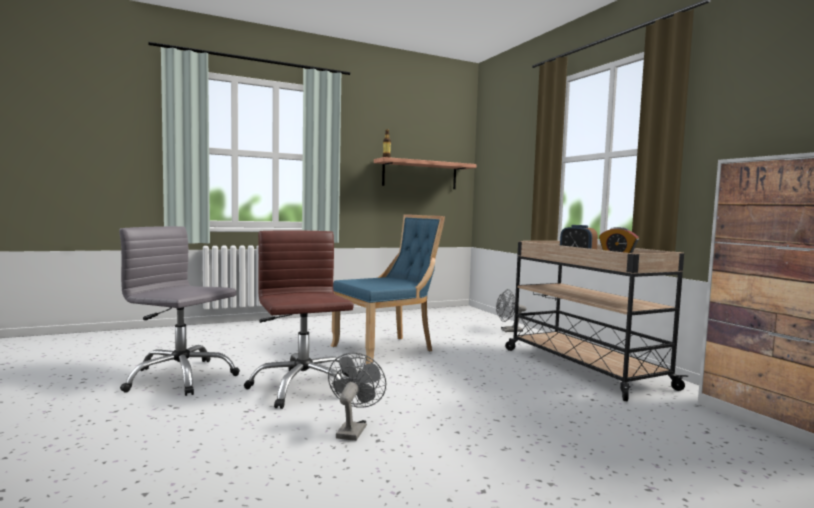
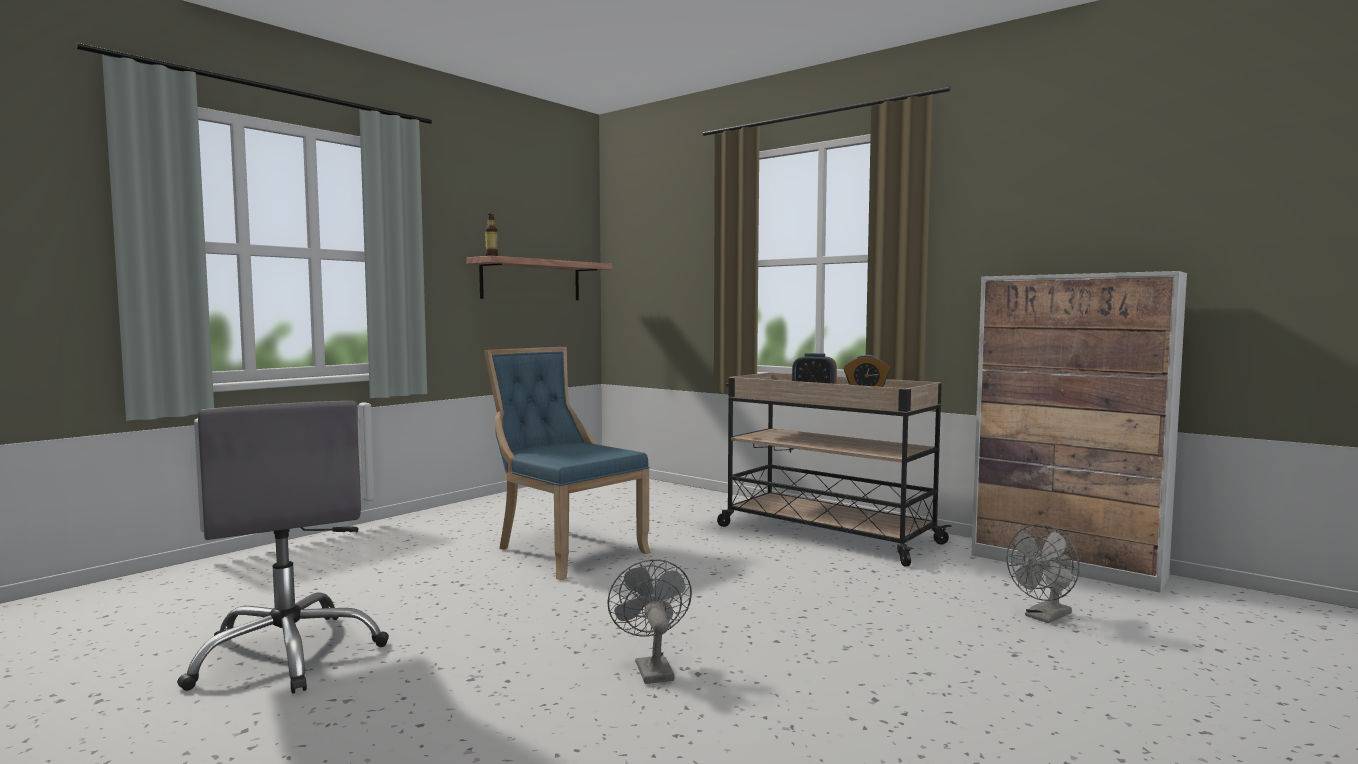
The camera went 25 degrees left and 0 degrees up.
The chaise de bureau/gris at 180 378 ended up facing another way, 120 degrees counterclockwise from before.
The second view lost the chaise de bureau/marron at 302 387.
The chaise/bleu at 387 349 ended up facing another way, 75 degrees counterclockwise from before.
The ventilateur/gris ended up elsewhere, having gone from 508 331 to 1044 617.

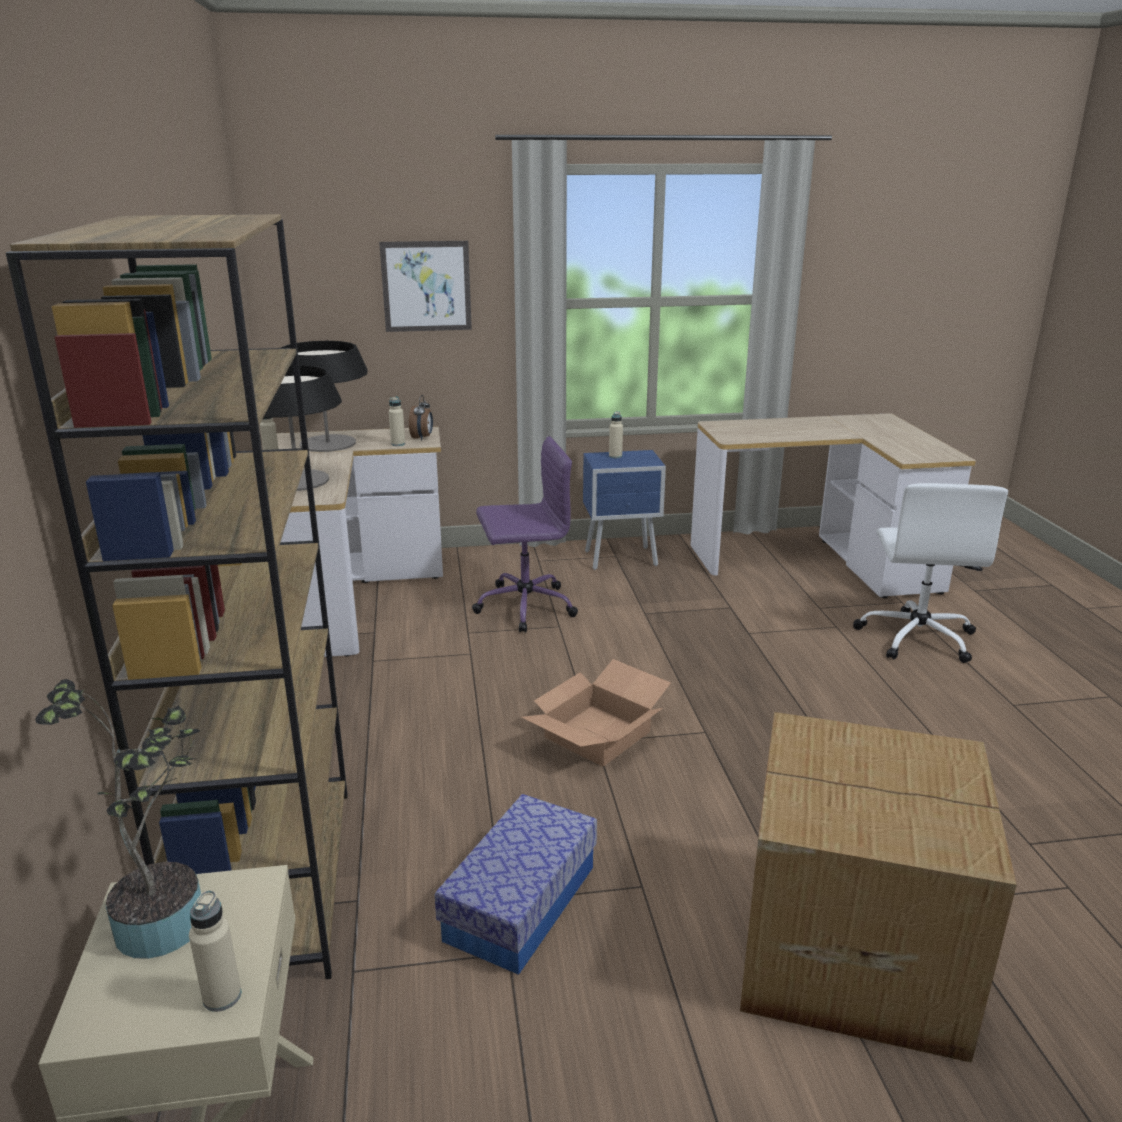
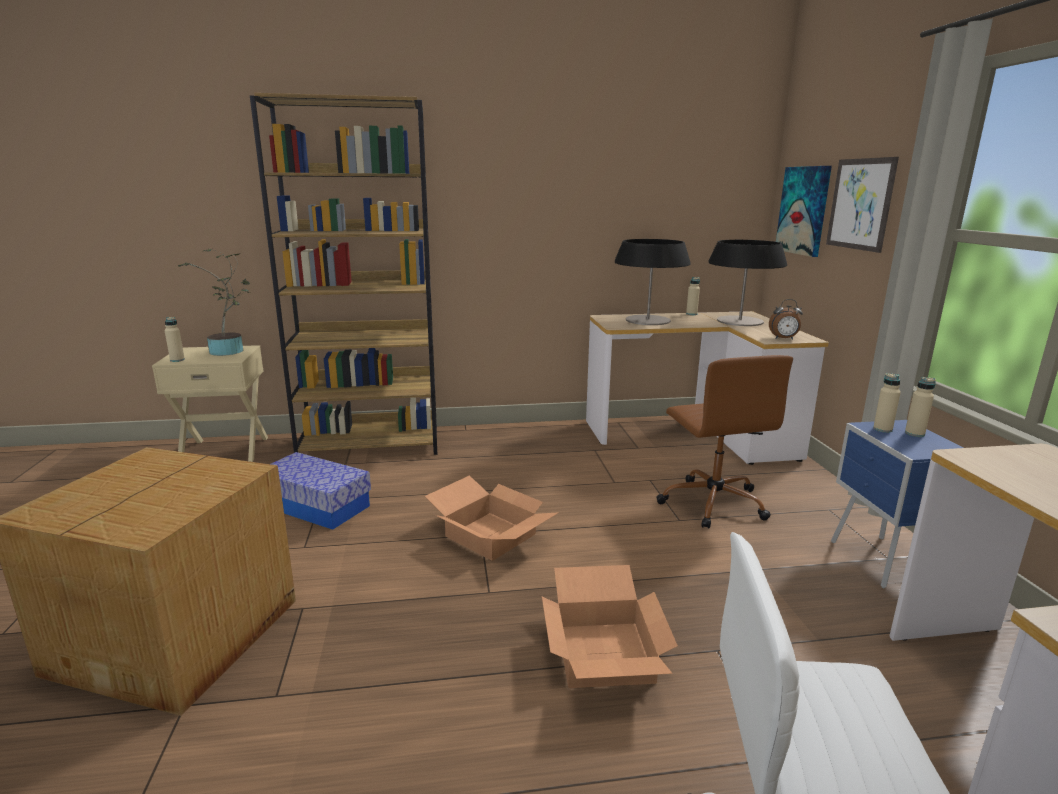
The camera went 90 degrees right and 5 degrees down.
The bouteille/beige ended up elsewhere, having gone from 398 444 to 882 429.
What was the chaise de bureau/violet at 523 606 turned into the chaise de bureau/marron at 712 502.
The second view gained the carton at 606 654.
The second view gained the tableau at 803 210.

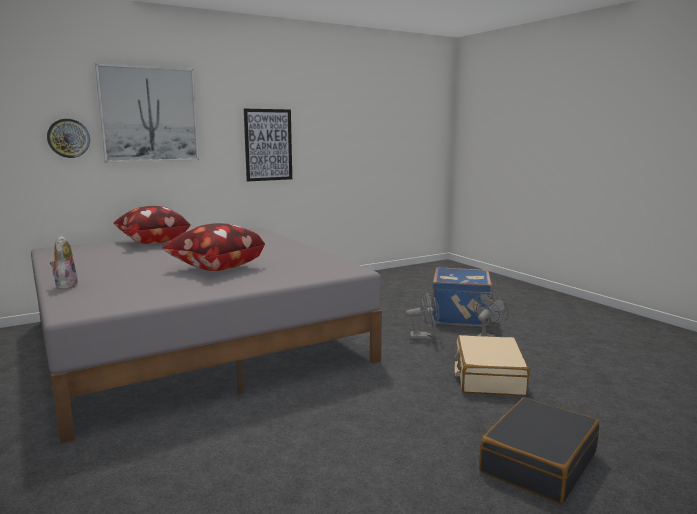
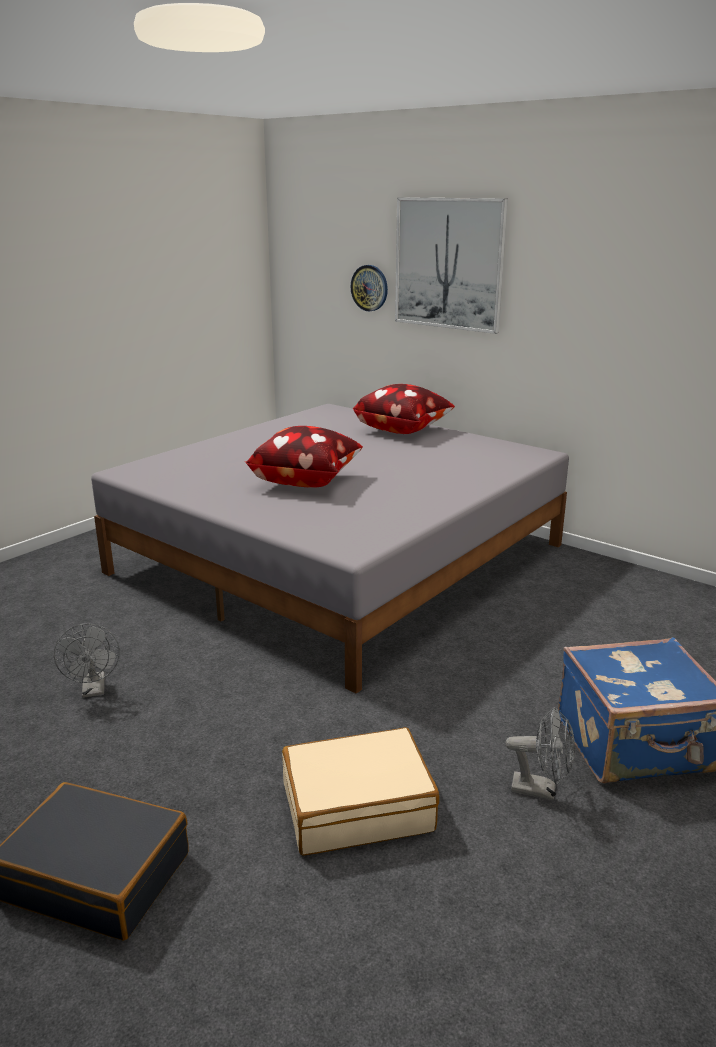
The camera went 70 degrees right and 10 degrees up.
The second view lost the peluche at 65 285.
The second view lost the tableau at 268 145.
The ventilateur/gris ended up elsewhere, having gone from 424 337 to 94 690.

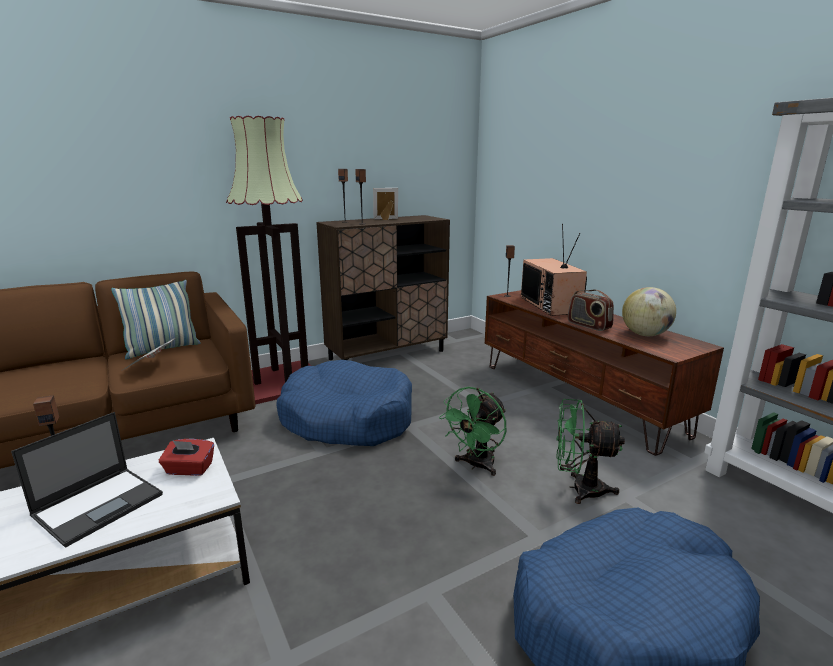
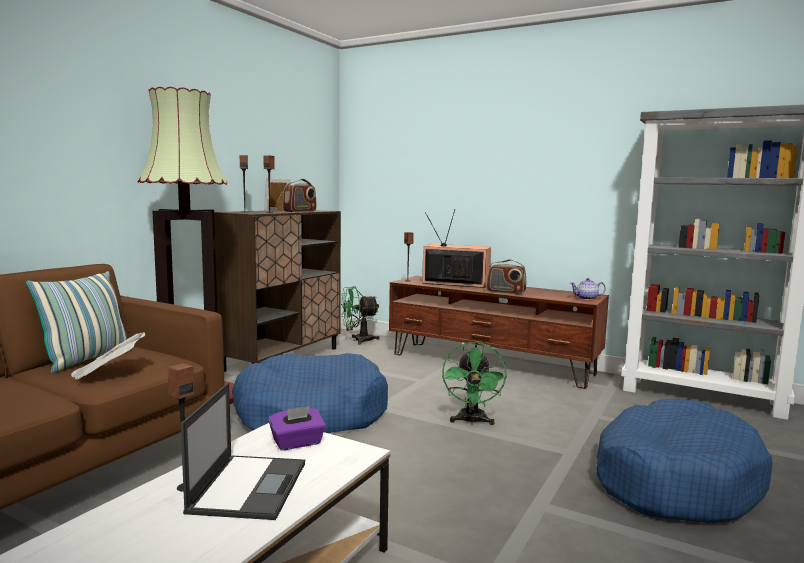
The camera went 30 degrees left and 10 degrees down.
What was the boîte à mouchoirs/rouge at 189 469 turned into the boîte à mouchoirs/violet at 297 443.
The téléviseur at 551 305 ended up facing another way, 150 degrees clockwise from before.
The ventilateur/vert ended up elsewhere, having gone from 579 489 to 358 340.
The second view lost the globe at 645 335.
The second view gained the radio at 300 211.
The second view gained the théière at 586 298.

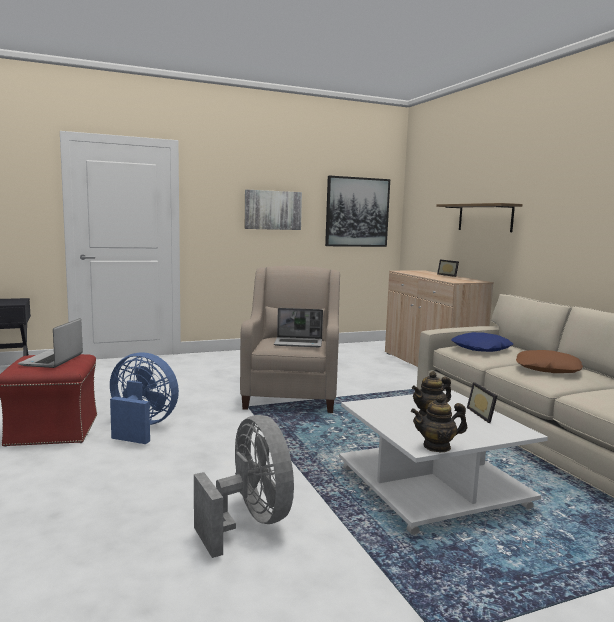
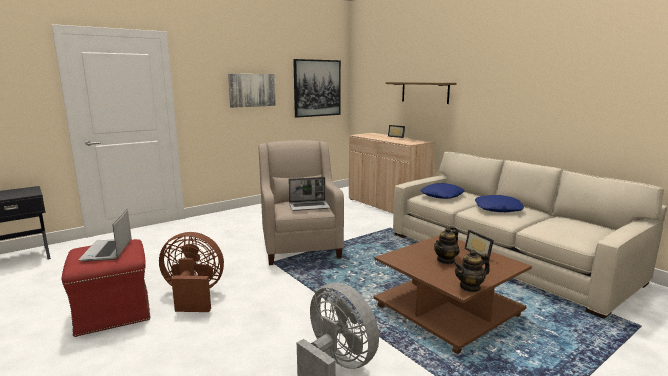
The camera went 15 degrees left and 5 degrees up.
What was the ventilateur/bleu at 141 427 turned into the ventilateur/marron at 193 296.
What was the table basse/blanc at 434 488 turned into the table basse/marron at 449 311.
What was the coussin/marron at 547 369 turned into the coussin/bleu at 498 209.

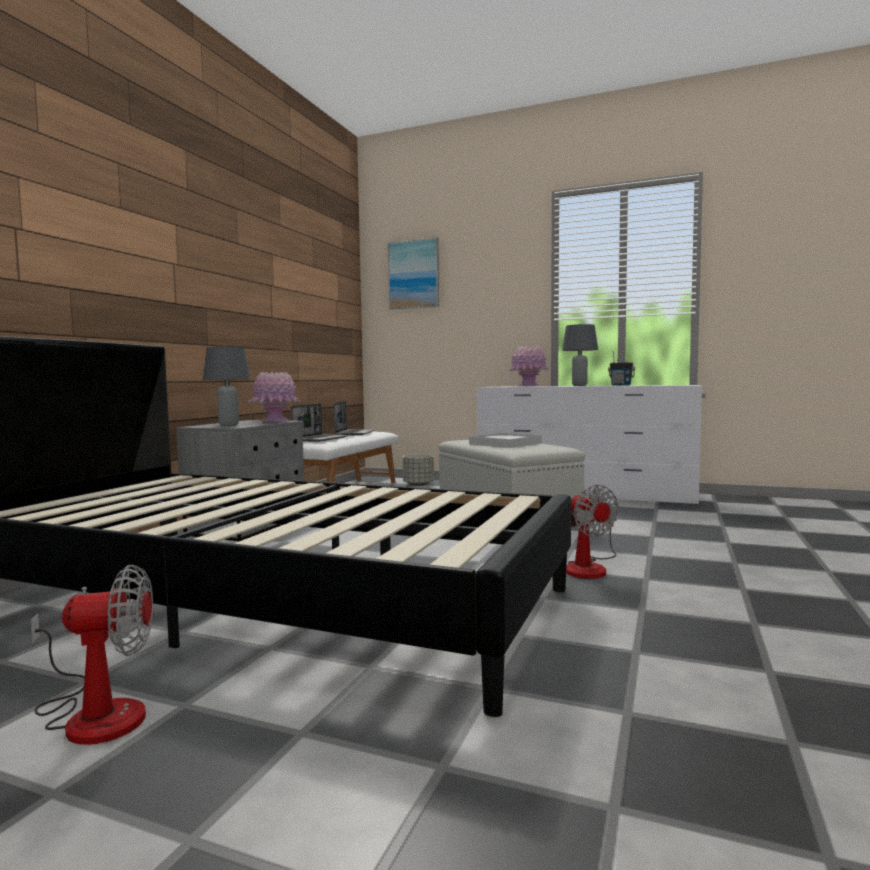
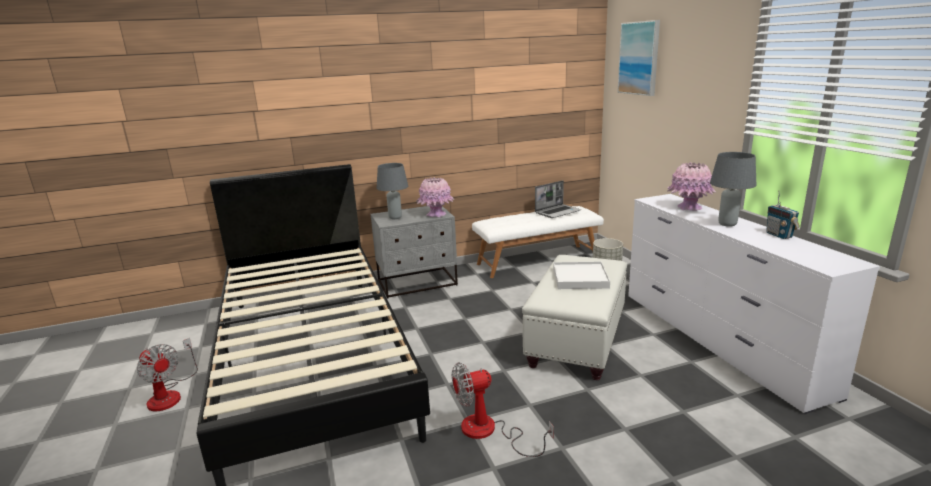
The camera went 50 degrees right and 15 degrees up.
The second view lost the ordinateur portable at 320 439.
The ventilateur at 589 567 ended up facing another way, 45 degrees clockwise from before.

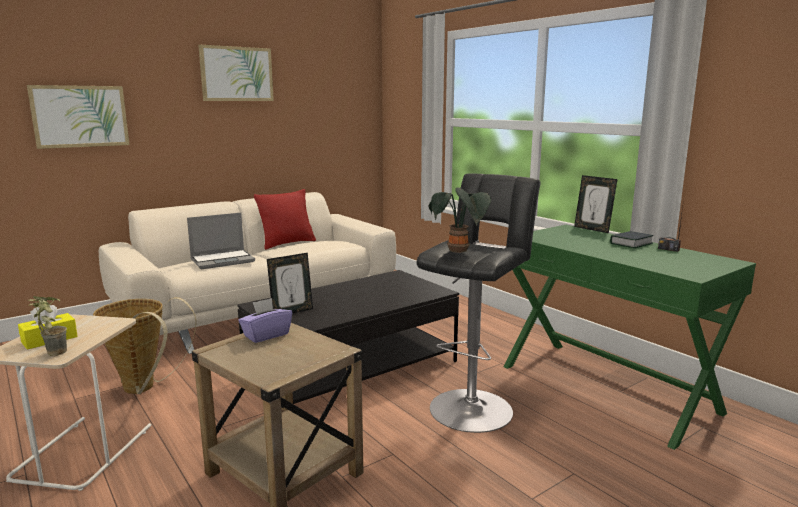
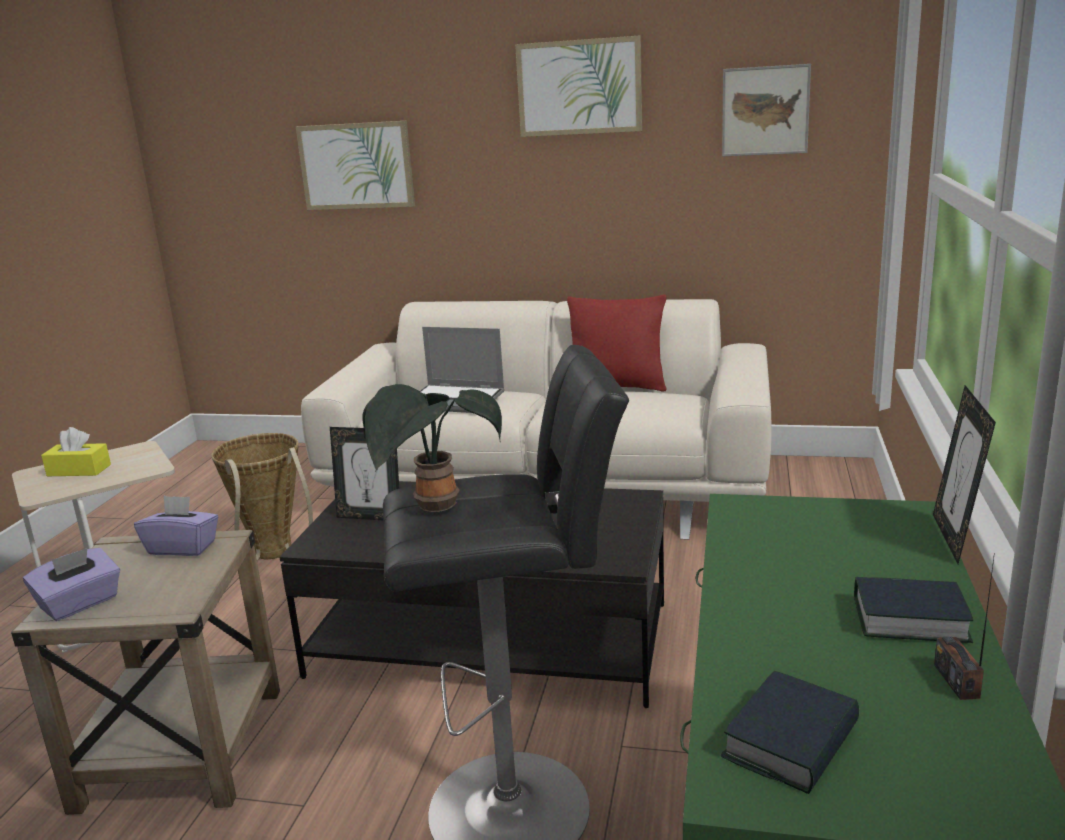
The camera went 50 degrees right and 5 degrees up.
The second view lost the plante en pot at 51 353.
The second view gained the boîte à mouchoirs/violet at 80 604.
The second view gained the livre at 791 742.
The second view gained the tableau at 765 111.

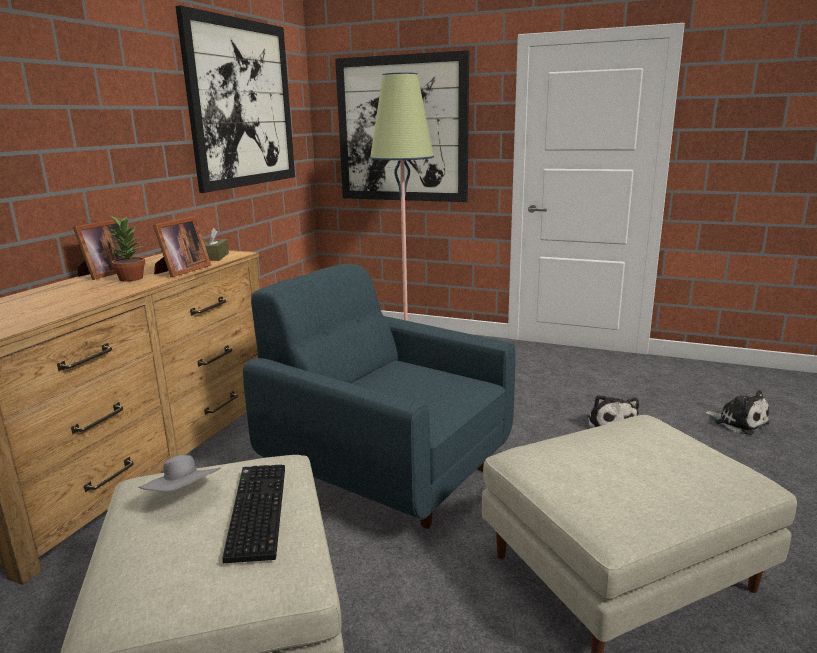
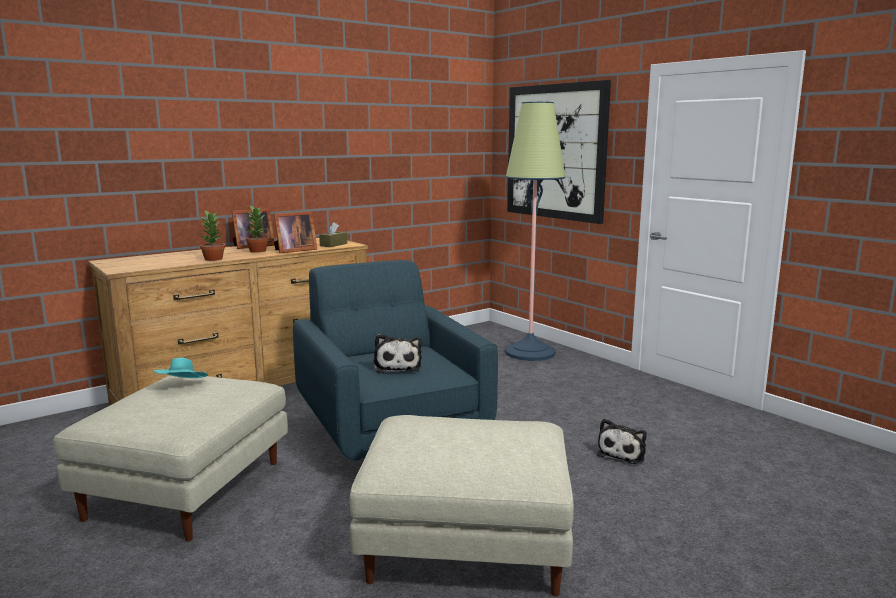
The camera went 30 degrees right and 5 degrees down.
What was the chapeau/gris at 184 497 turned into the chapeau/turquoise at 182 386.
The second view lost the tableau at 241 104.
The second view lost the clavier at 255 510.
The peluche ended up elsewhere, having gone from 738 422 to 397 366.
The second view gained the plante en pot at 214 259.

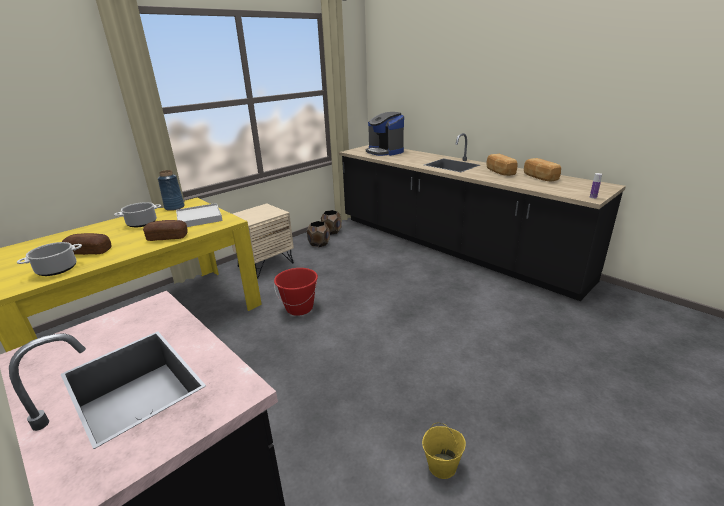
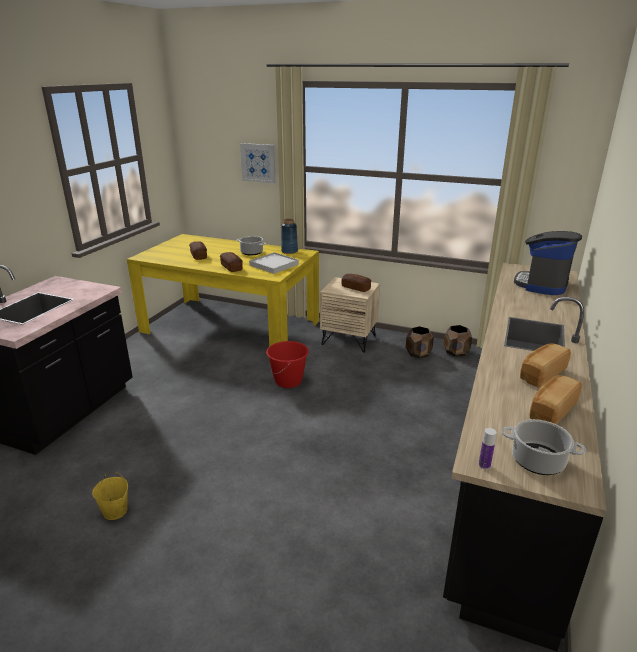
The camera went 65 degrees right and 0 degrees up.
The marmite ended up elsewhere, having gone from 57 269 to 538 461.
The second view gained the tableau at 258 163.
The second view gained the pain at 356 288.

